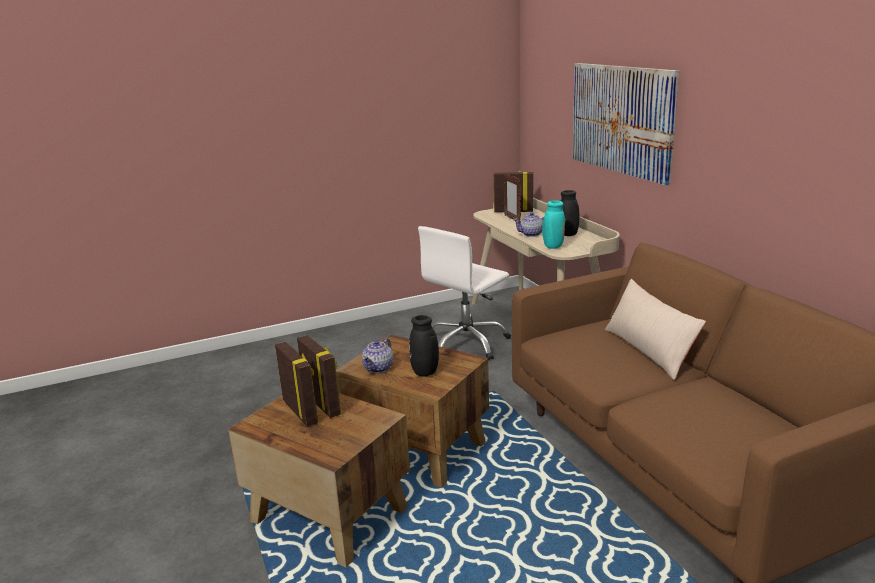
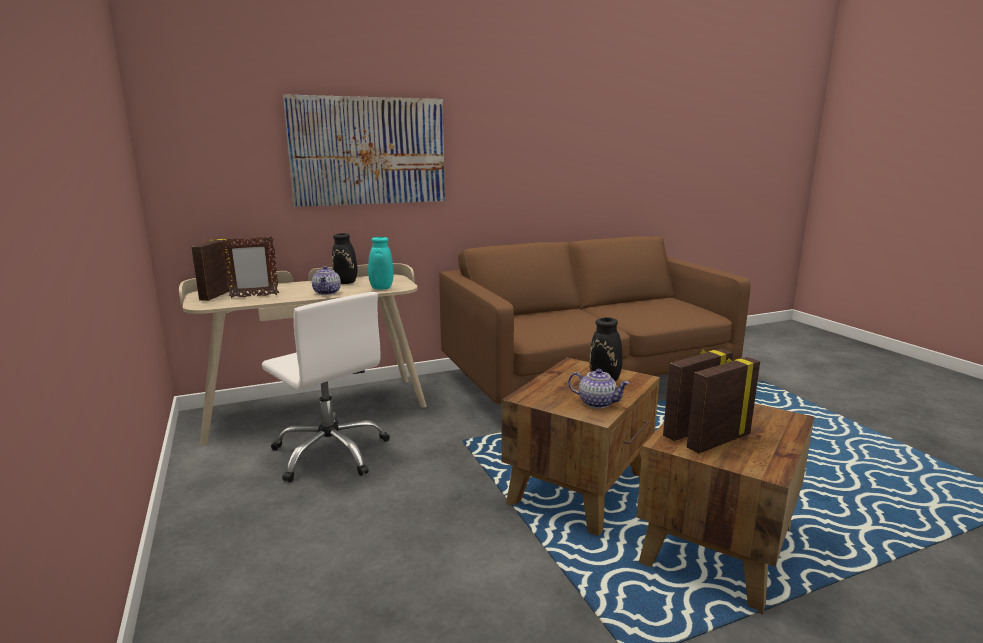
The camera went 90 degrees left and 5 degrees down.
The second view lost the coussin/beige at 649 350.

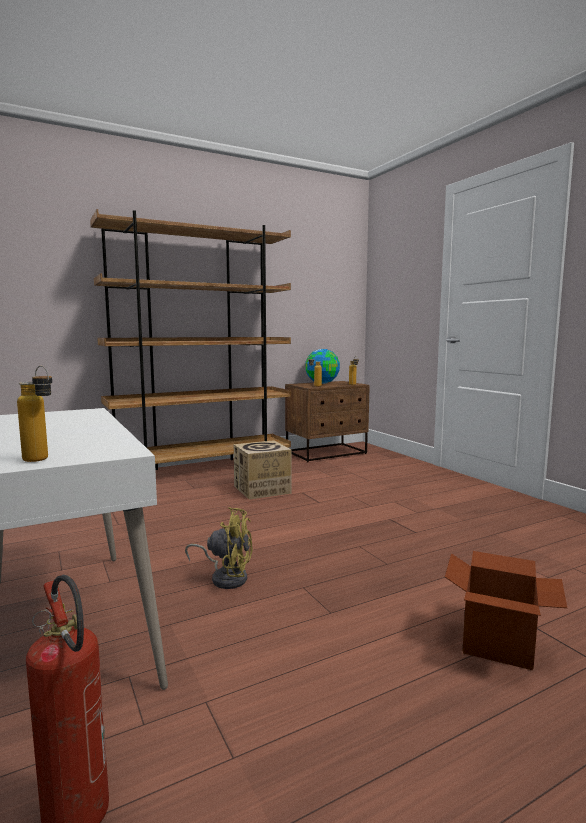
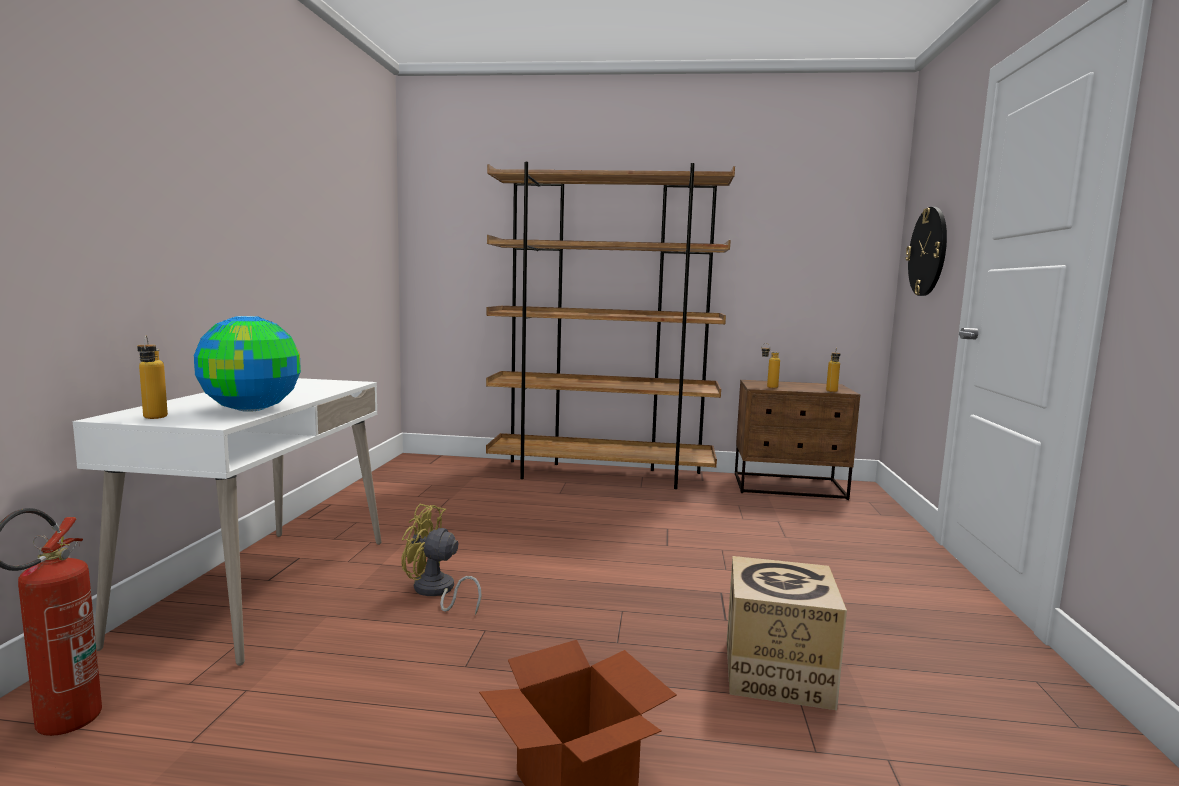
The camera went 35 degrees right and 0 degrees up.
The ventilateur/jaune at 226 577 ended up facing another way, 150 degrees clockwise from before.
The carton ended up elsewhere, having gone from 262 490 to 777 673.
The globe ended up elsewhere, having gone from 322 383 to 252 409.
The second view gained the horloge murale at 928 252.

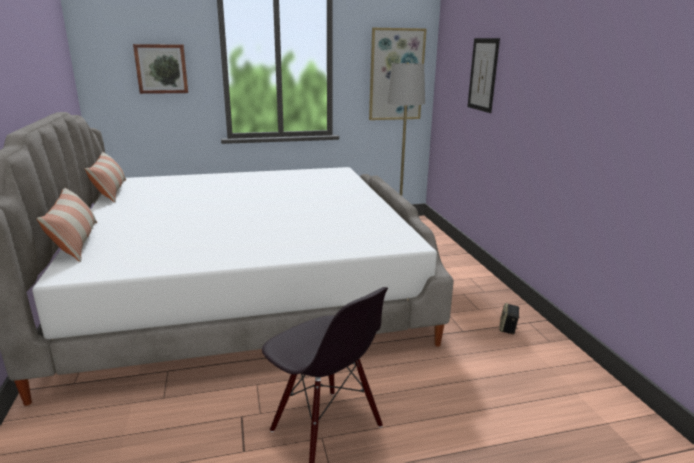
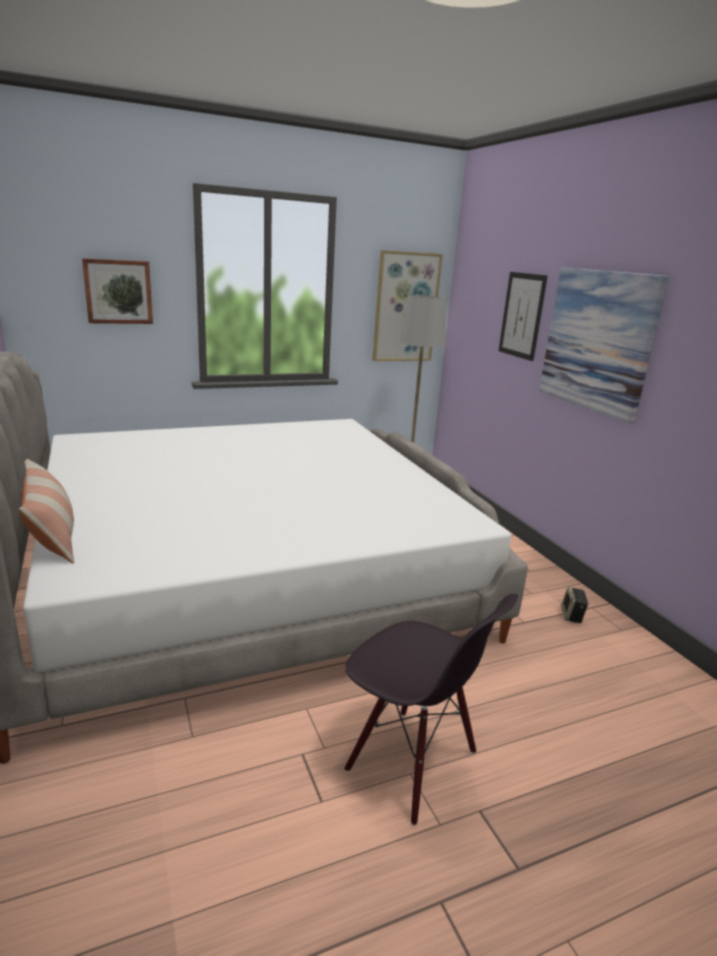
The camera went 10 degrees left and 0 degrees up.
The second view lost the coussin at 111 191.
The second view gained the tableau at 597 341.

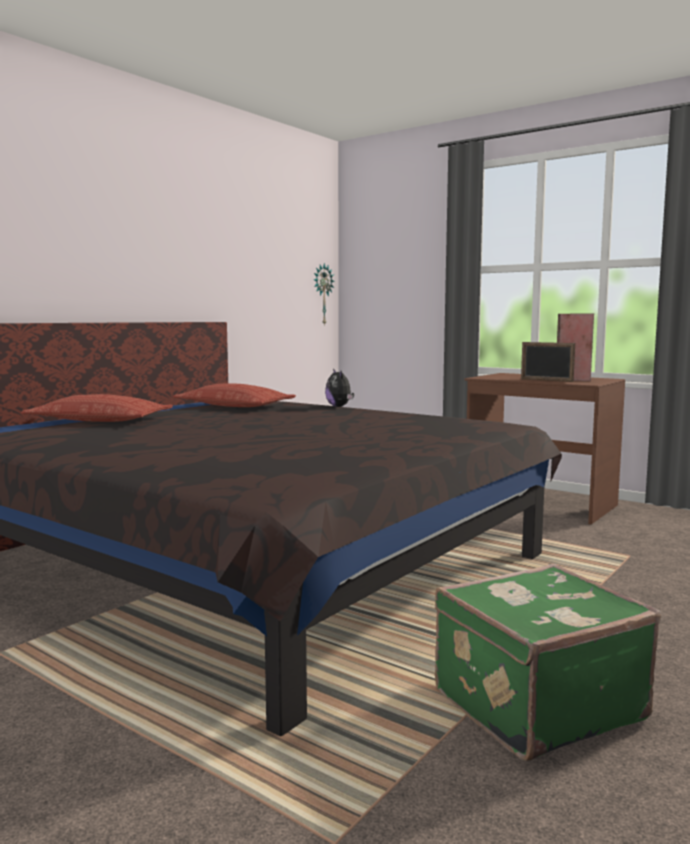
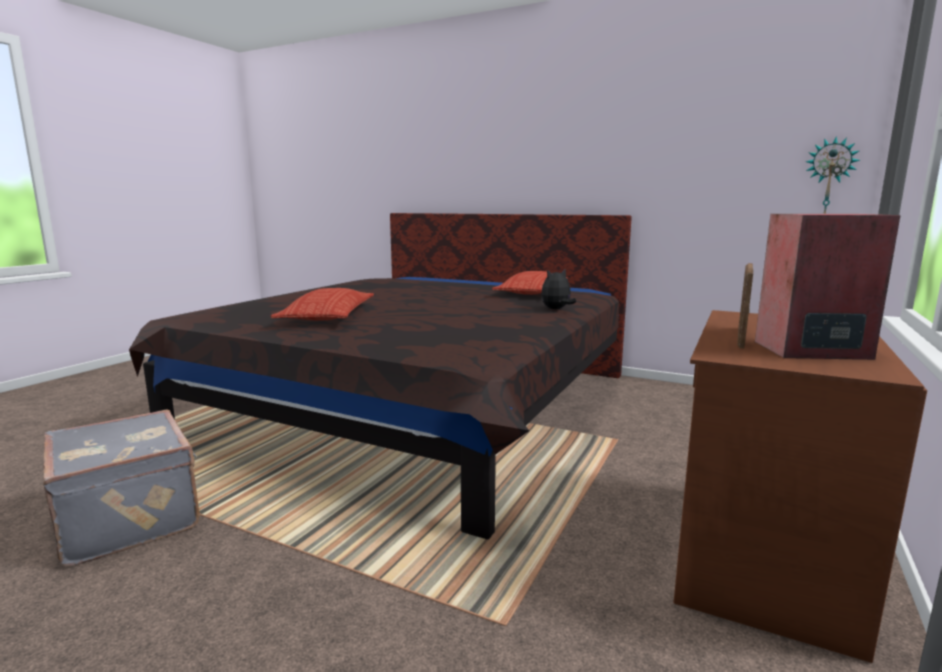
The camera went 80 degrees right and 5 degrees up.
The coussin ended up elsewhere, having gone from 100 420 to 328 315.
What was the valise/vert at 534 704 turned into the valise/gris at 131 517.

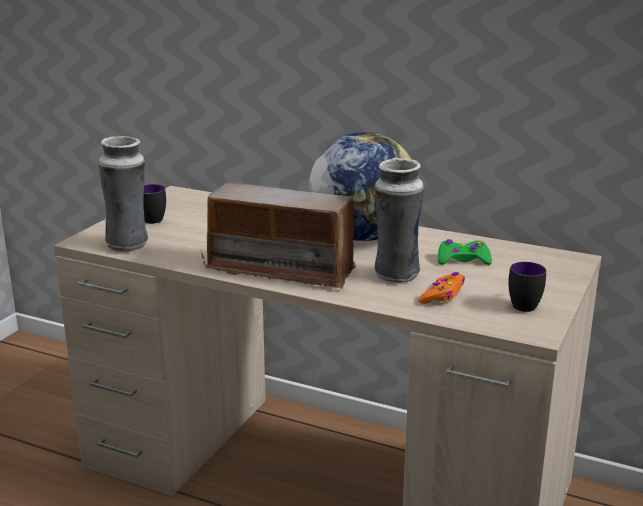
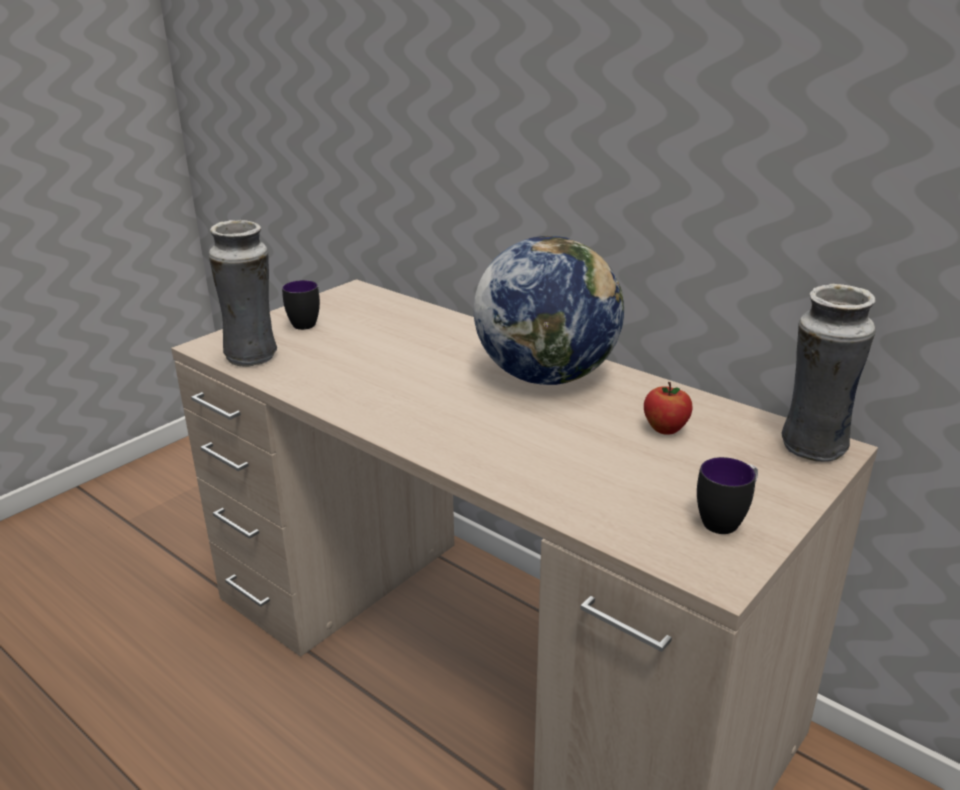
The camera went 15 degrees right and 5 degrees up.
The second view lost the radio at 282 270.
The vase ended up elsewhere, having gone from 396 276 to 812 449.
The second view lost the manette/orange at 442 295.
Where the manette/vert stood at 463 260, the pomme came to stand at 665 429.

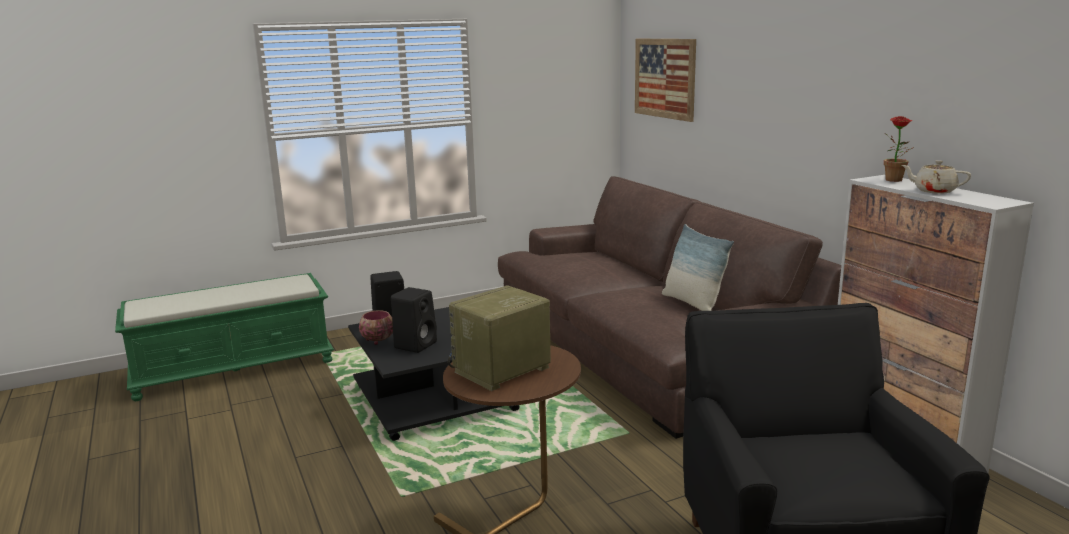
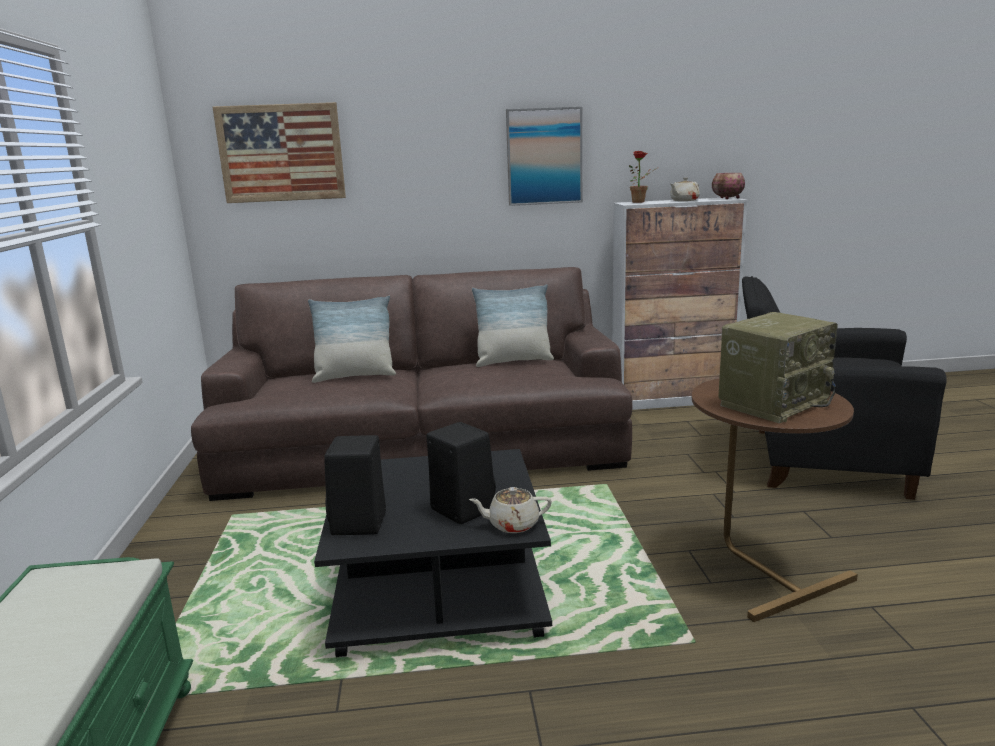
The camera went 70 degrees left and 0 degrees up.
The bol ended up elsewhere, having gone from 377 340 to 727 198.
The radio at 501 371 ended up facing another way, 105 degrees counterclockwise from before.
The second view gained the coussin at 355 376.
The second view gained the théière/beige at 512 524.
The second view gained the tableau at 544 156.

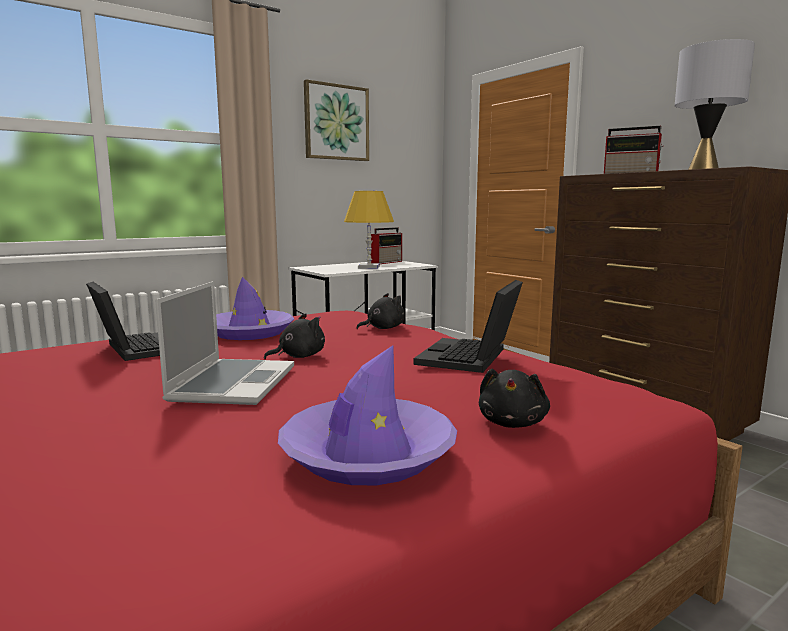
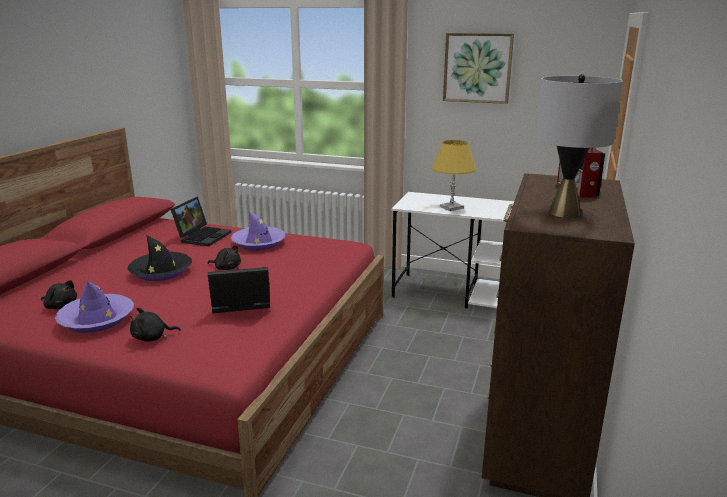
The camera went 55 degrees right and 10 degrees up.
Where the ordinateur portable stood at 233 383, the chapeau/noir came to stand at 161 272.
The peluche/noir ended up elsewhere, having gone from 383 328 to 60 306.
The second view lost the radio at 386 262.

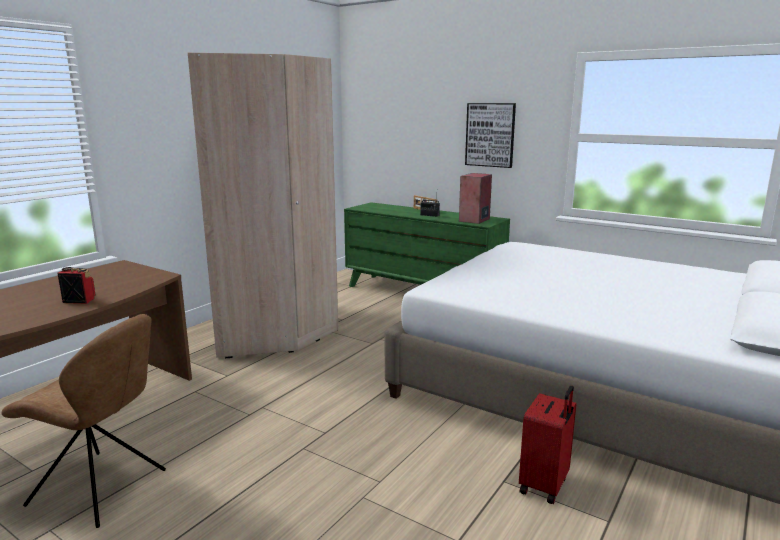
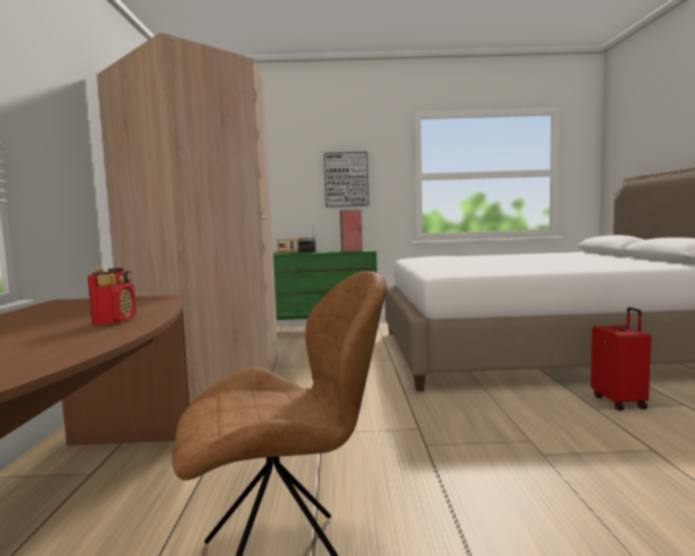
The camera went 35 degrees left and 10 degrees down.
The radio at 79 300 ended up facing another way, 120 degrees clockwise from before.

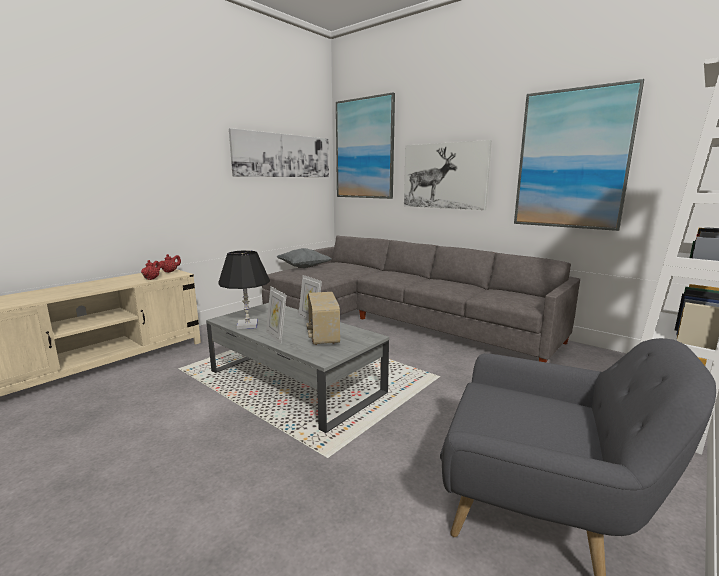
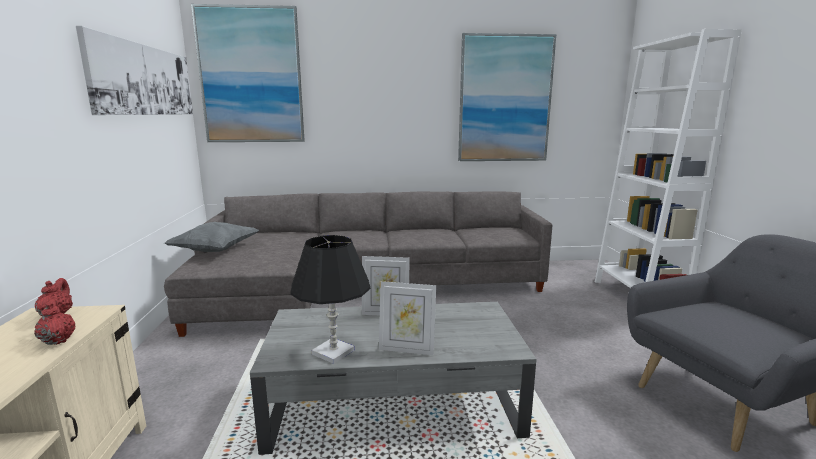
The camera went 45 degrees left and 0 degrees up.
The second view lost the radio at 322 336.
The second view lost the tableau at 444 176.

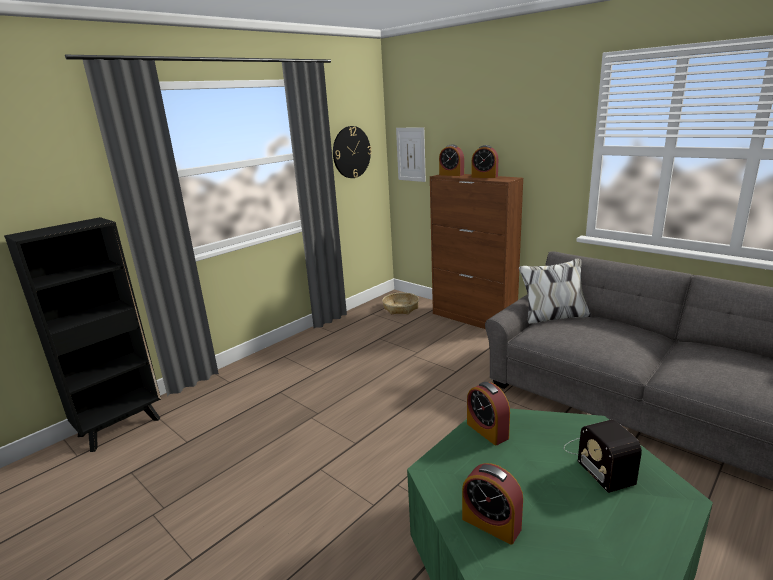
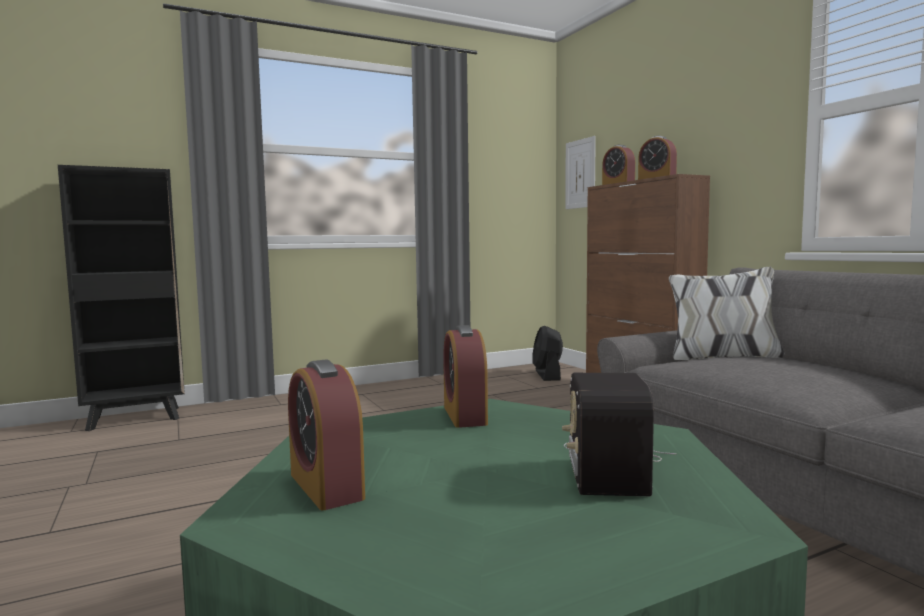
The camera went 20 degrees right and 15 degrees down.
The second view lost the horloge murale at 351 152.
Where the panier stood at 401 308, the ventilateur/noir came to stand at 547 375.

